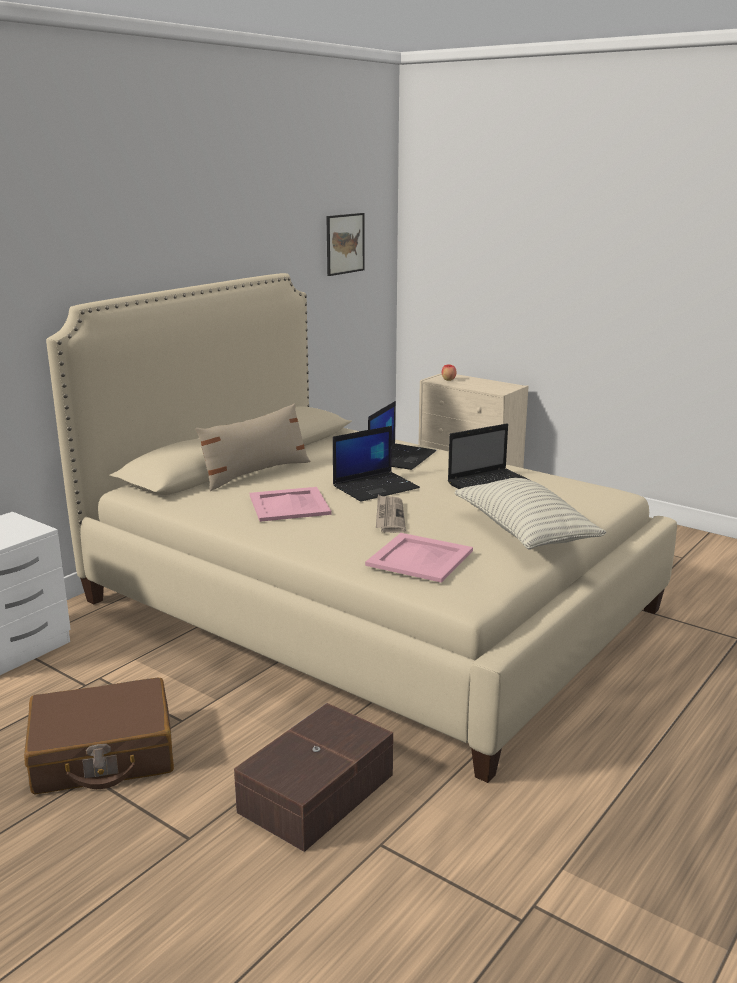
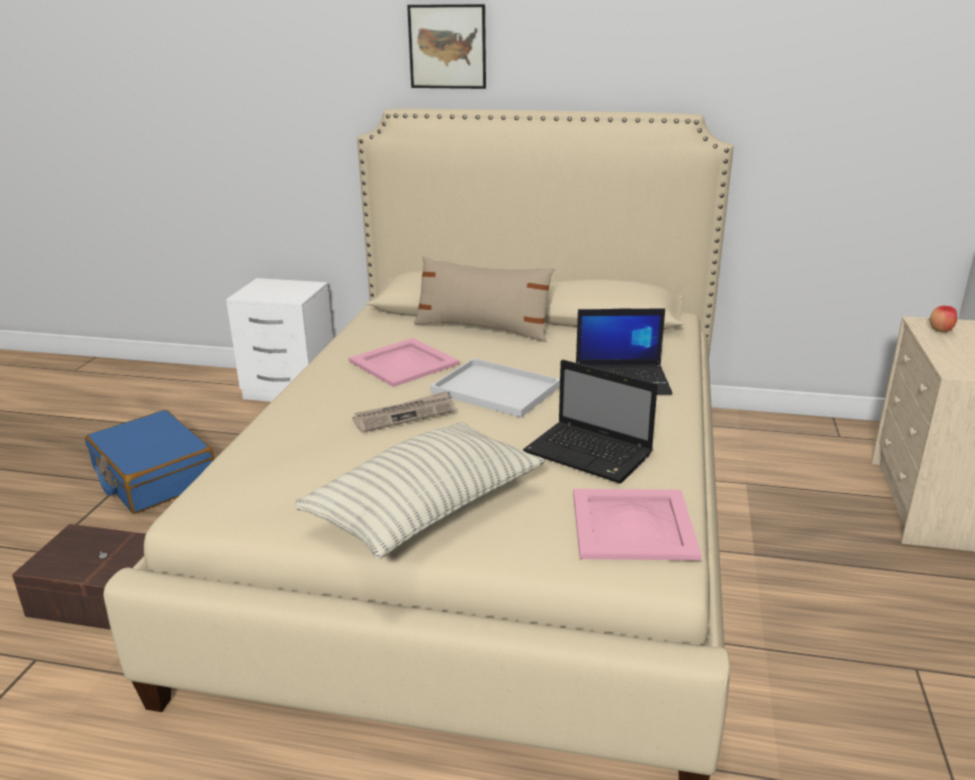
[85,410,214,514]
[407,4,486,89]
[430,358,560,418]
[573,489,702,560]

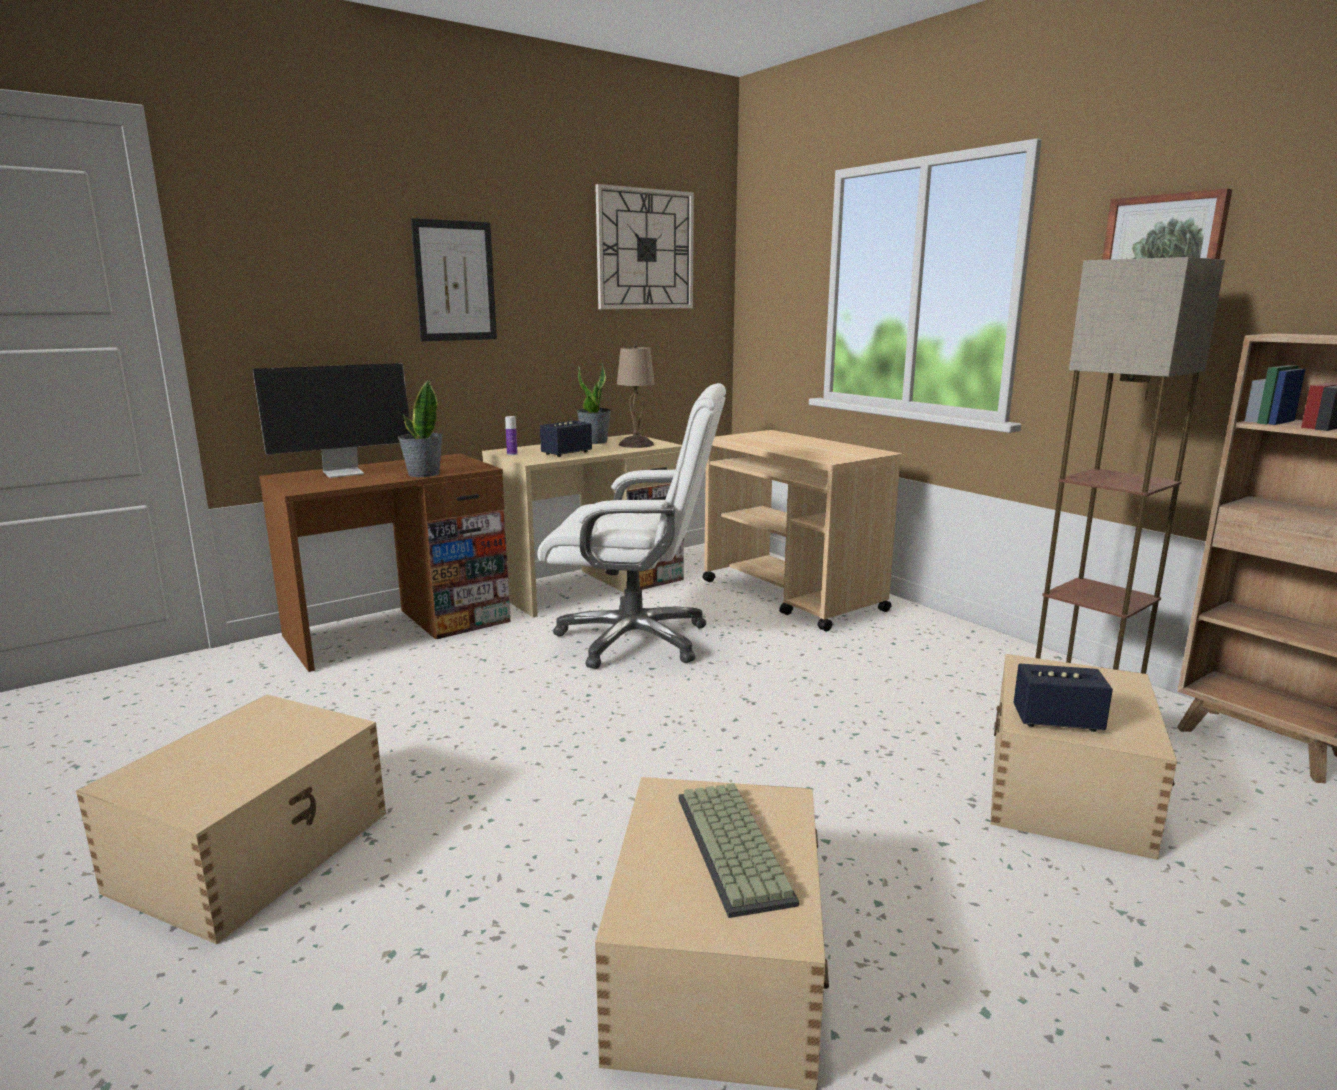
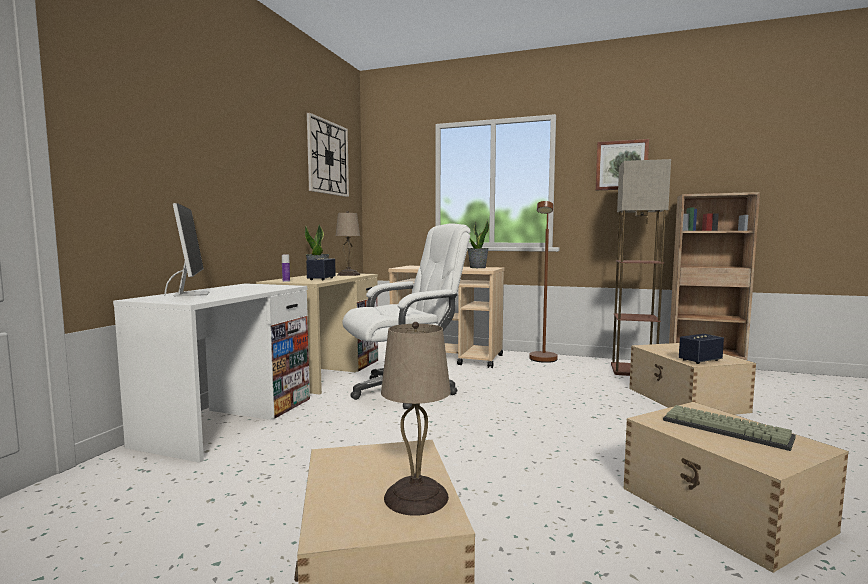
[113,283,310,463]
[164,203,210,296]
[381,322,451,516]
[468,220,489,268]
[529,201,557,363]
[411,218,497,341] (first image)

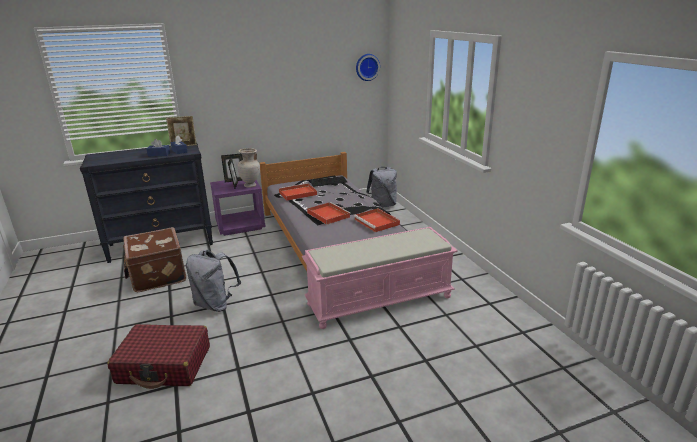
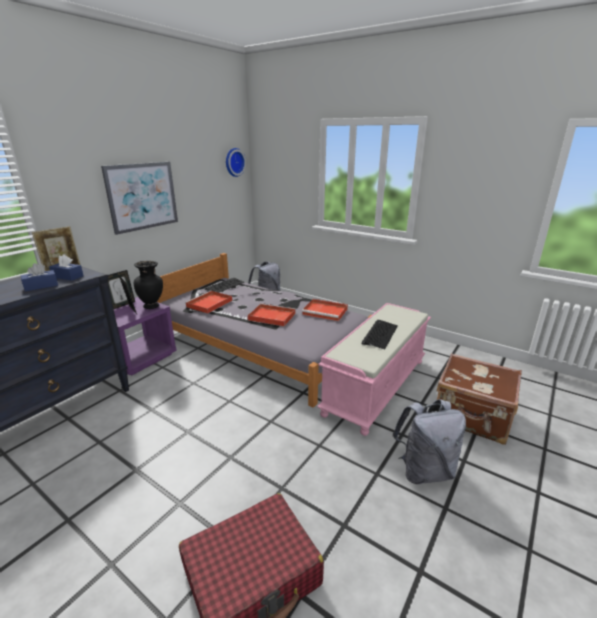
[101,162,178,235]
[134,261,163,309]
[362,320,398,349]
[392,399,466,484]
[437,353,522,445]

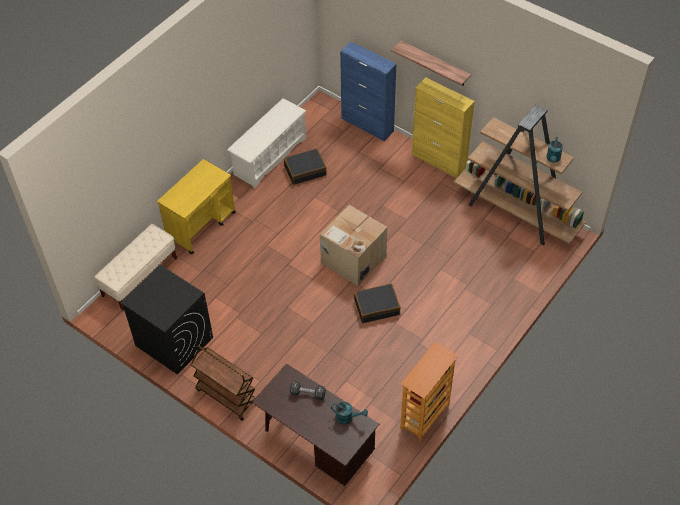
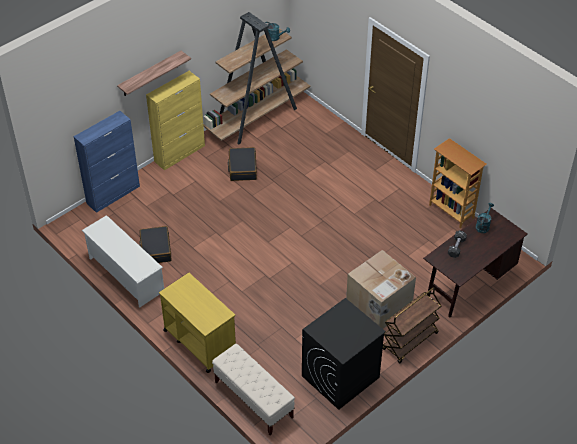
[227,147,257,181]
[346,250,416,329]

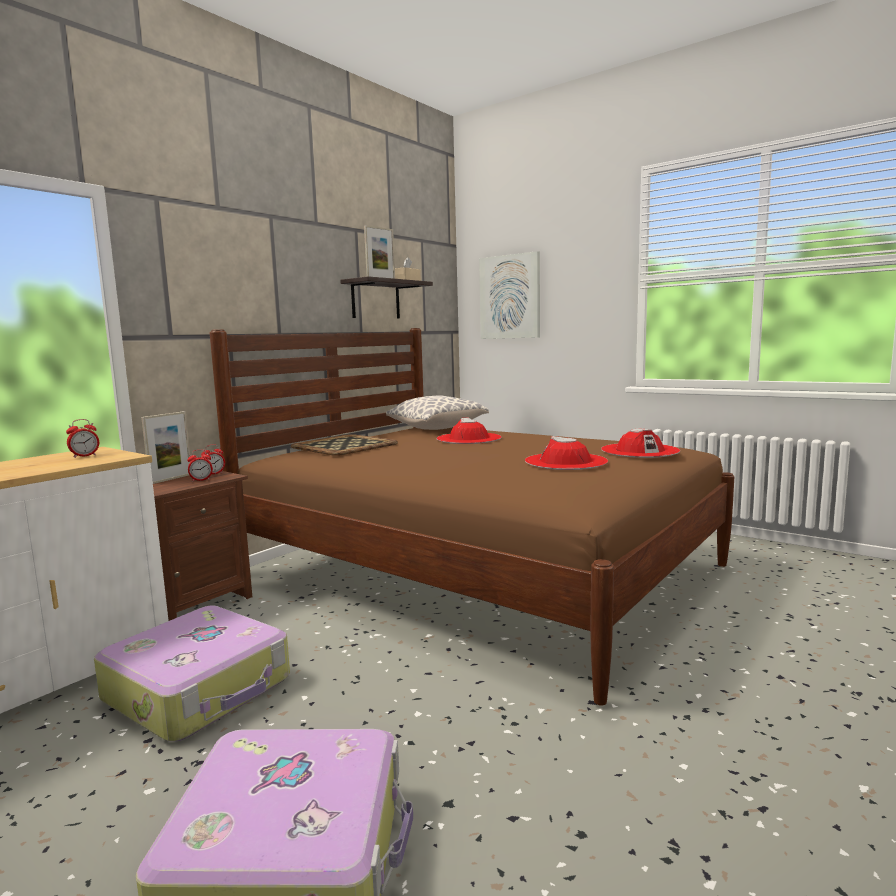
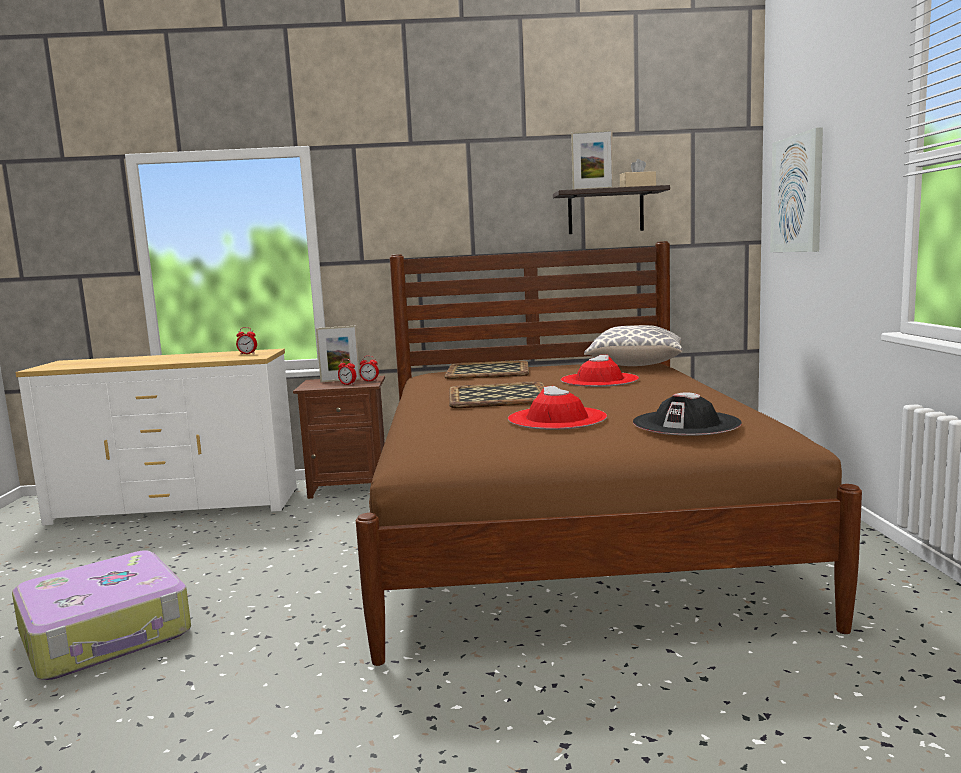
[449,381,545,408]
[633,392,742,436]
[94,606,290,742] (first image)

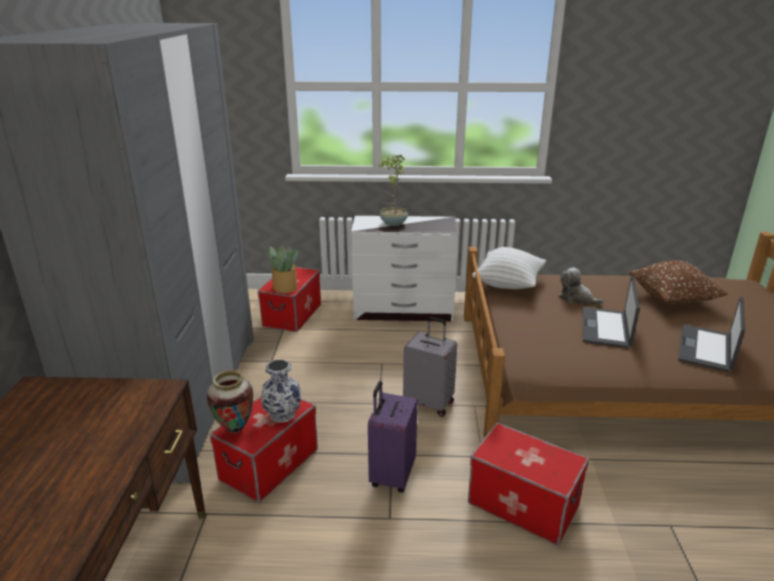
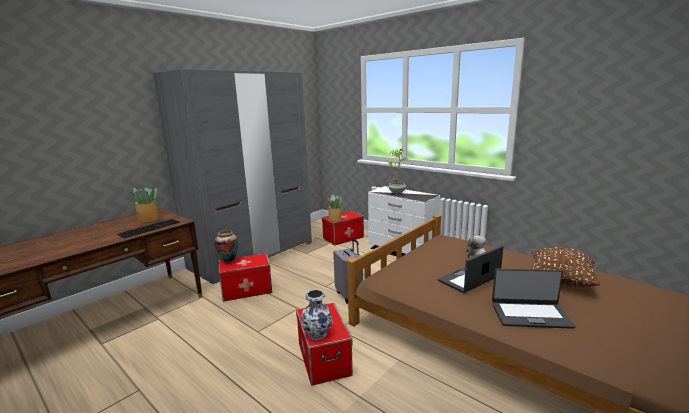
[117,219,180,238]
[129,187,159,222]
[301,290,332,340]
[492,269,575,329]
[368,381,418,492] (first image)
[472,247,546,289] (first image)

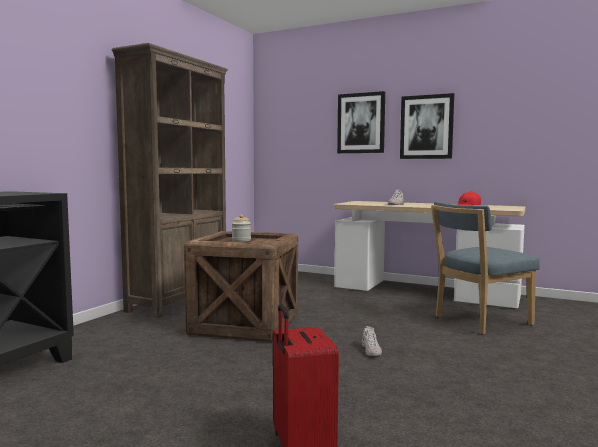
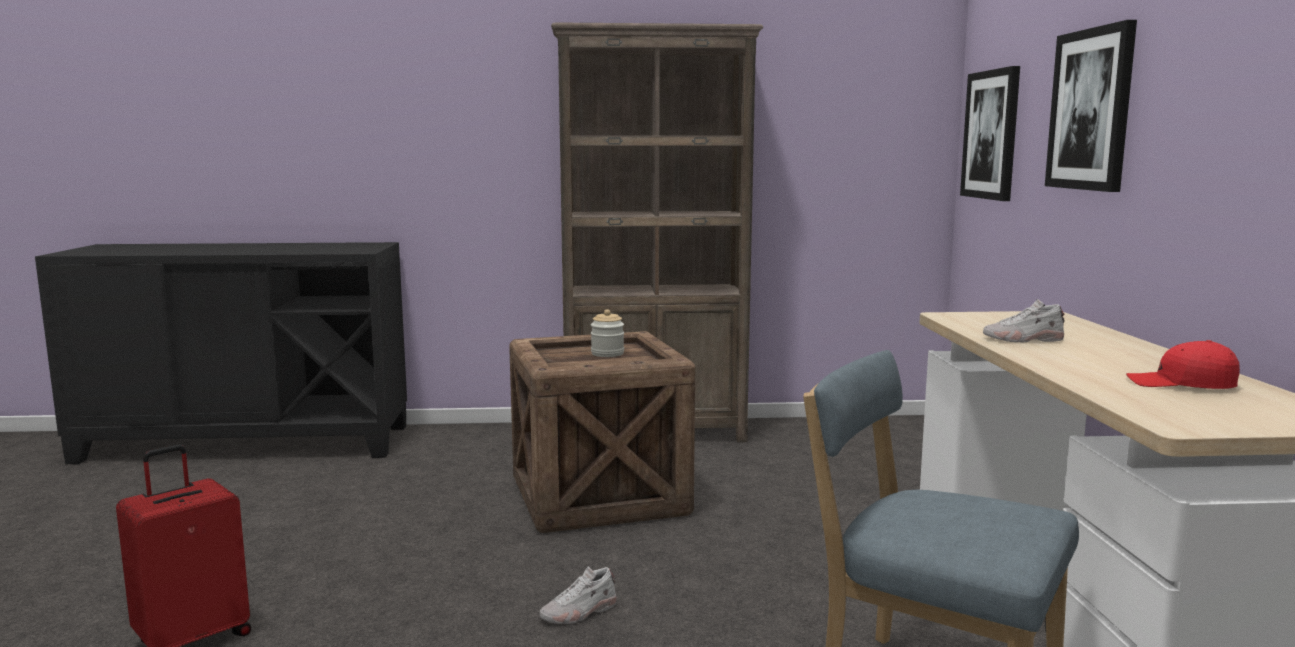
[960,66,1020,201]

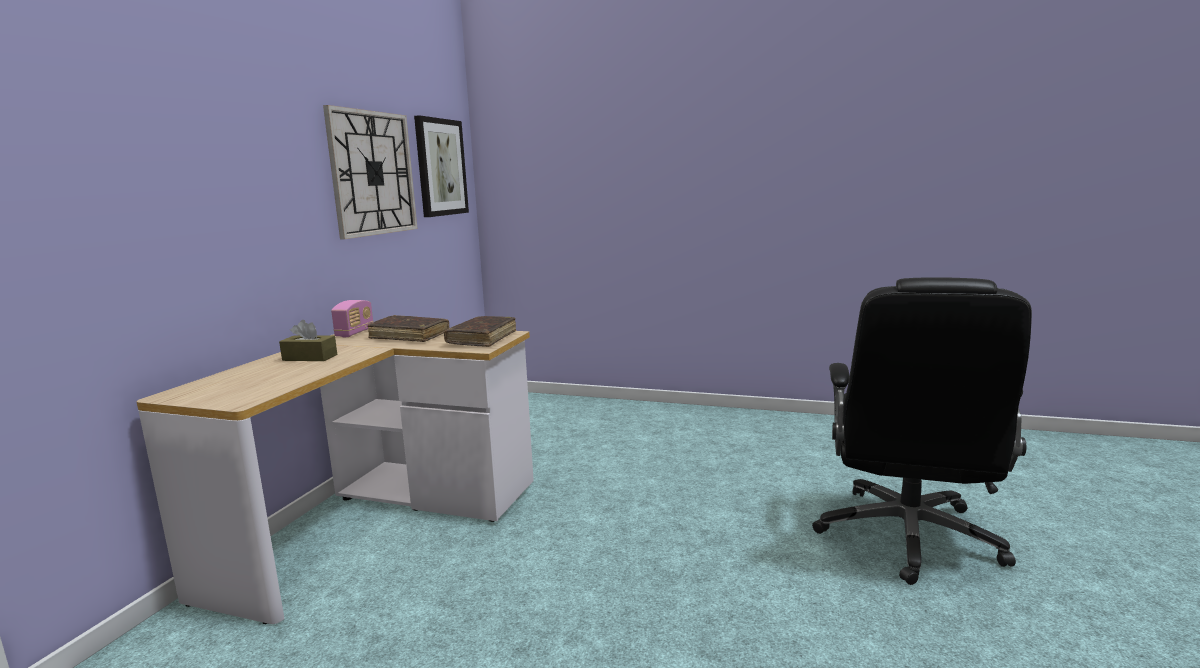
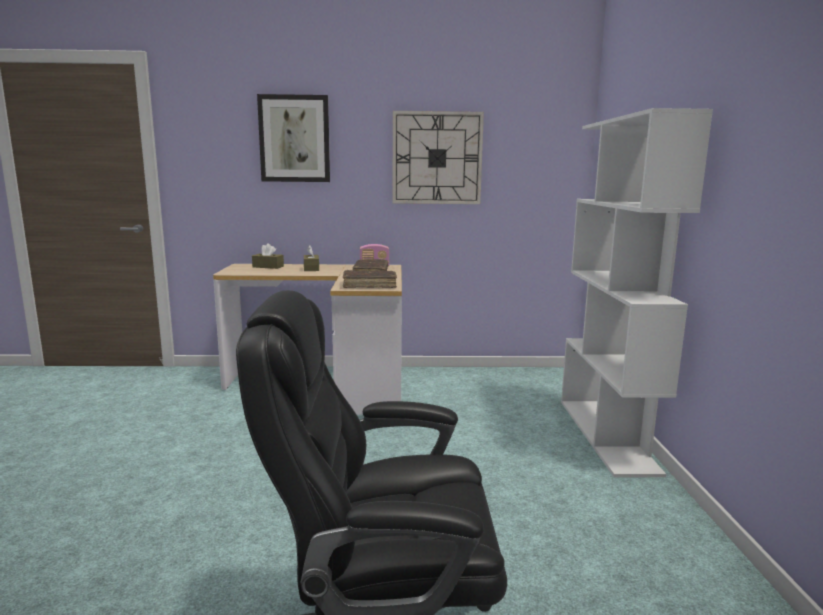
[252,243,284,269]
[257,94,330,182]
[561,108,713,477]

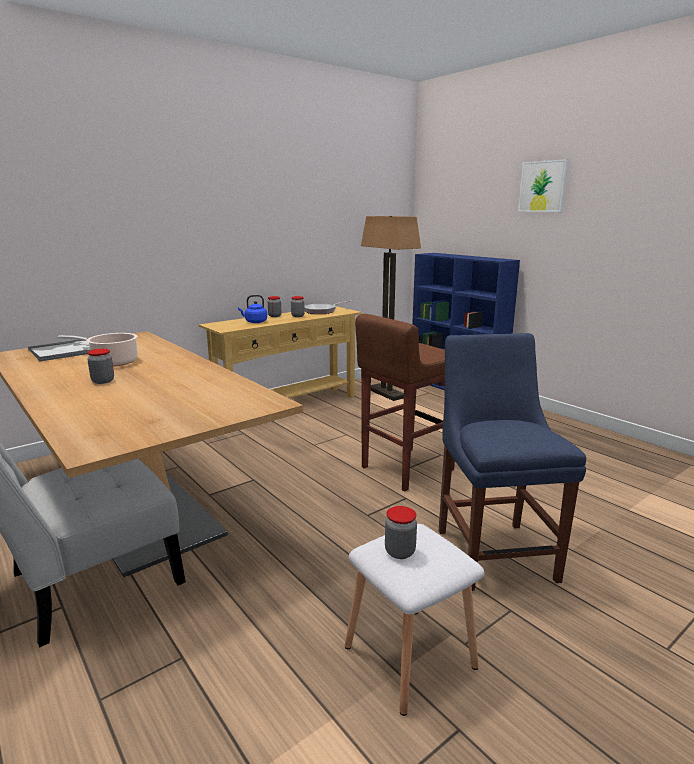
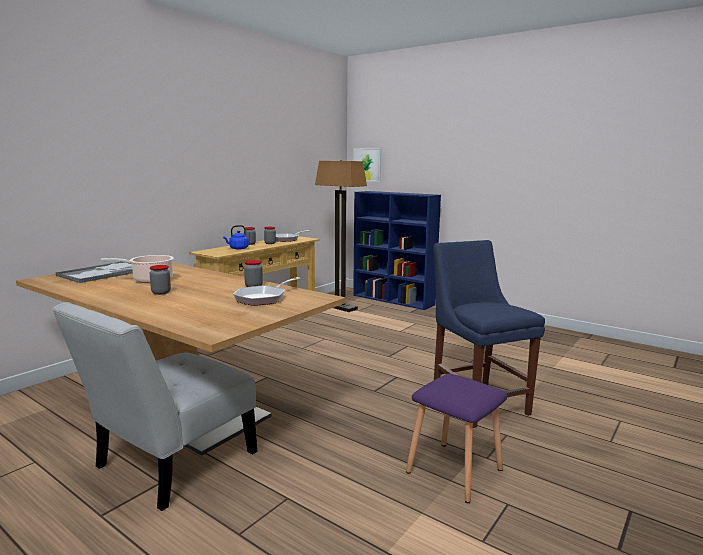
[233,277,301,306]
[244,260,263,287]
[354,148,381,182]
[406,374,507,503]
[355,314,455,491] (first image)

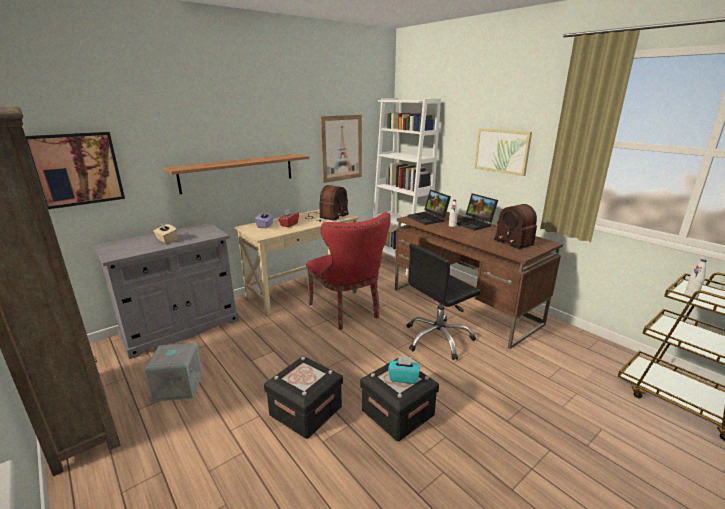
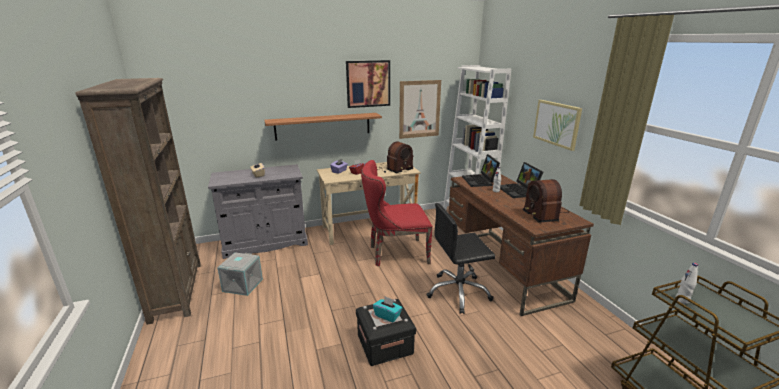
[346,60,390,108]
[361,160,433,266]
[264,356,343,439] (first image)

